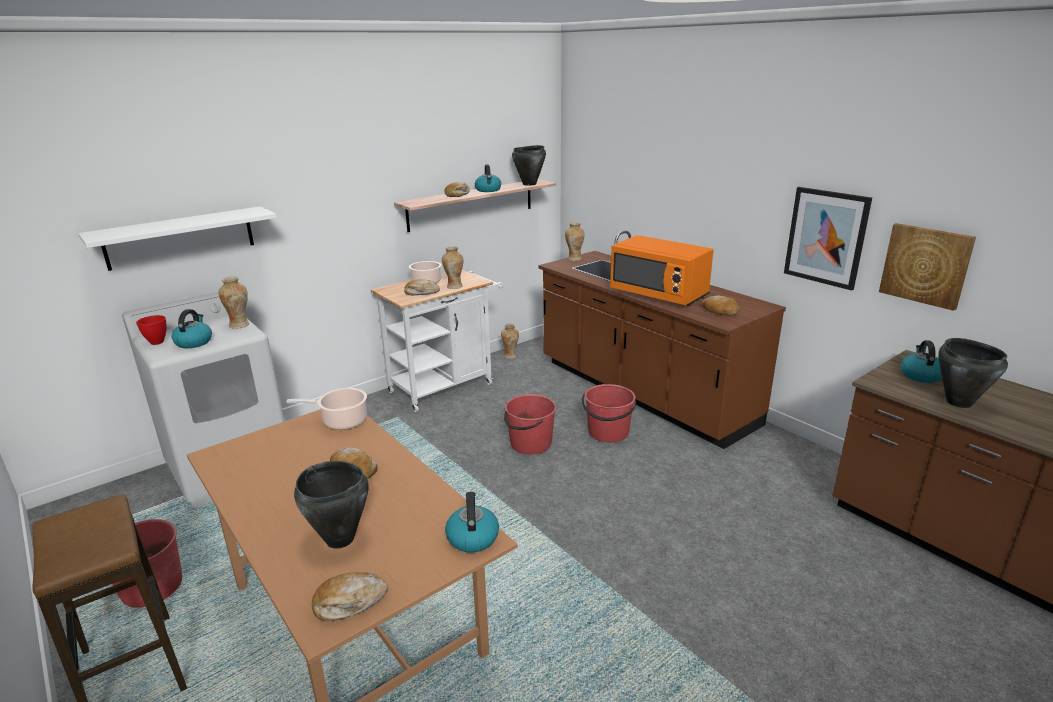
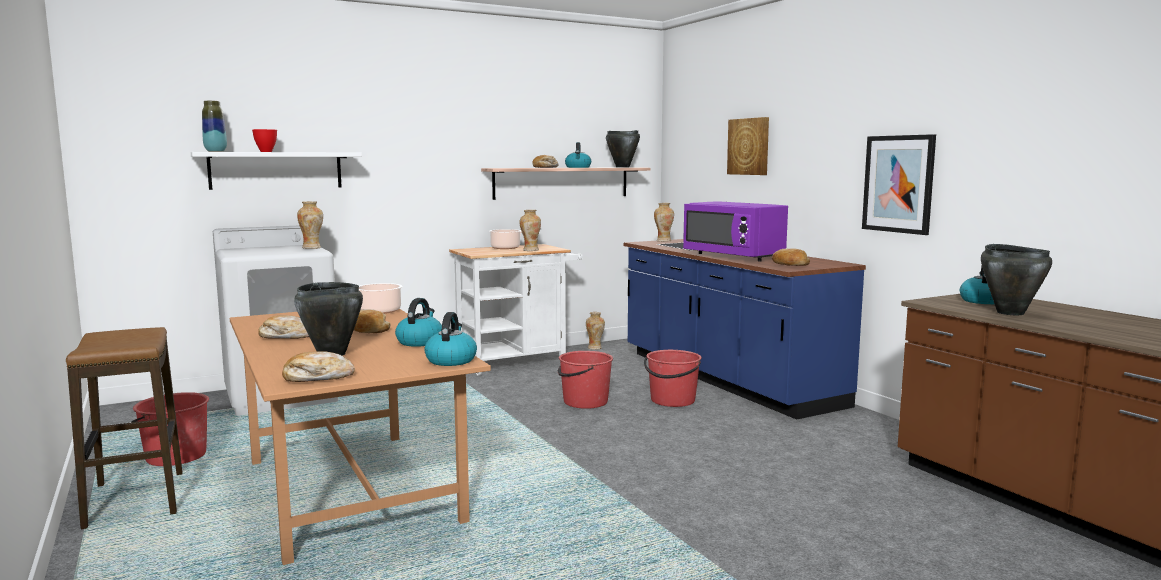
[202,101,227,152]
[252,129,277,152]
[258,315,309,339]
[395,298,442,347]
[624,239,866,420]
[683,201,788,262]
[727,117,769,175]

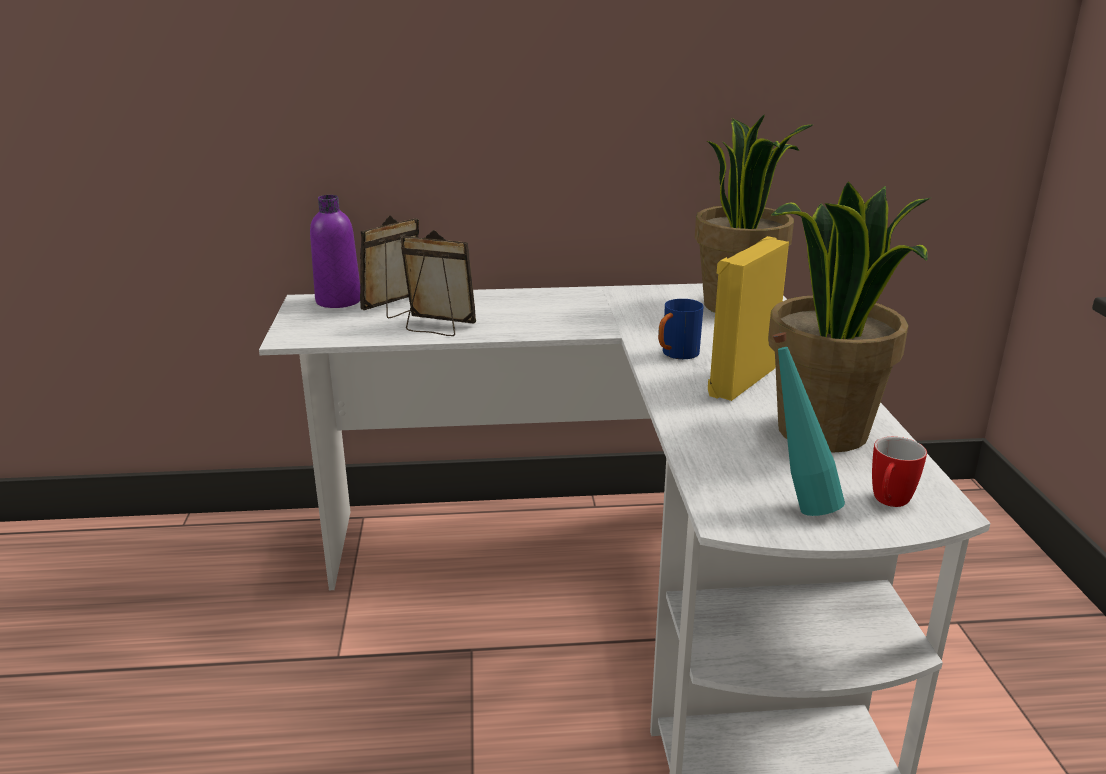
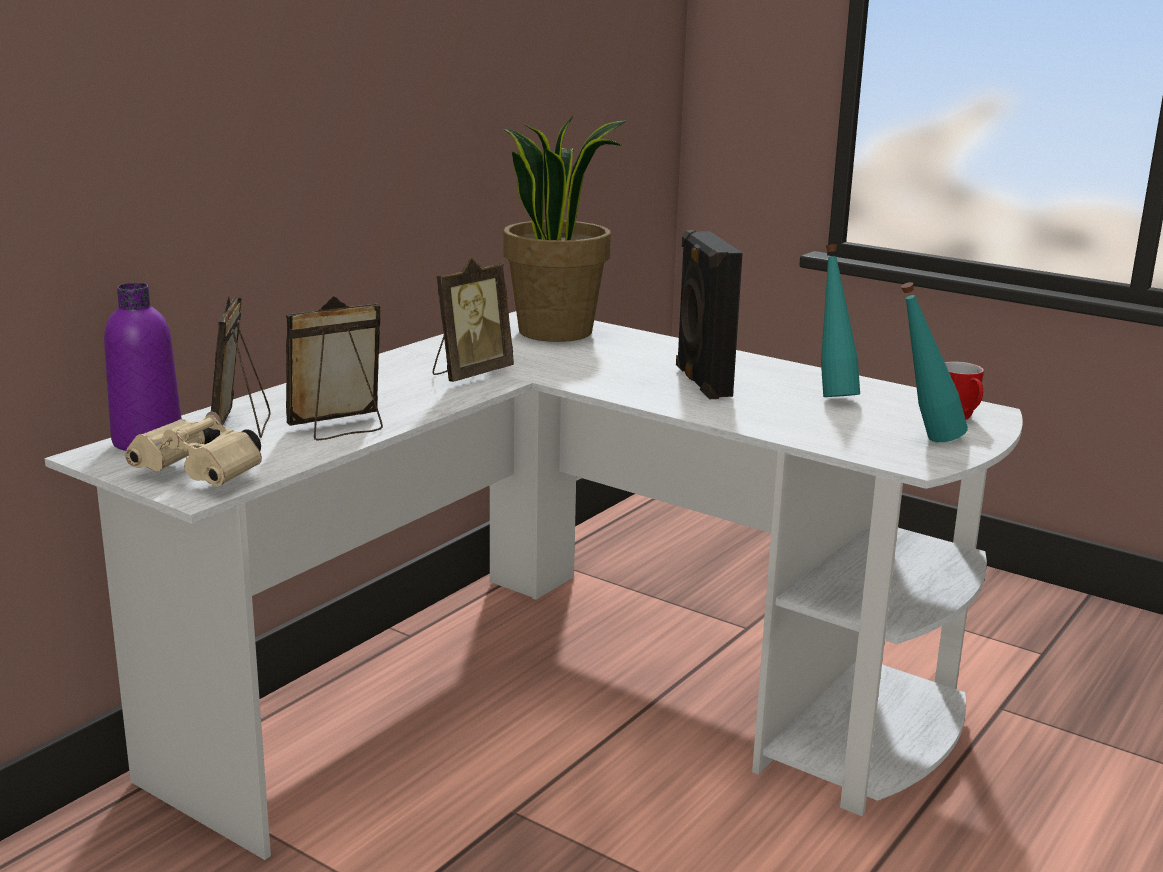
[125,412,262,487]
[433,258,514,382]
[676,230,743,399]
[821,244,860,397]
[658,299,704,359] (first image)

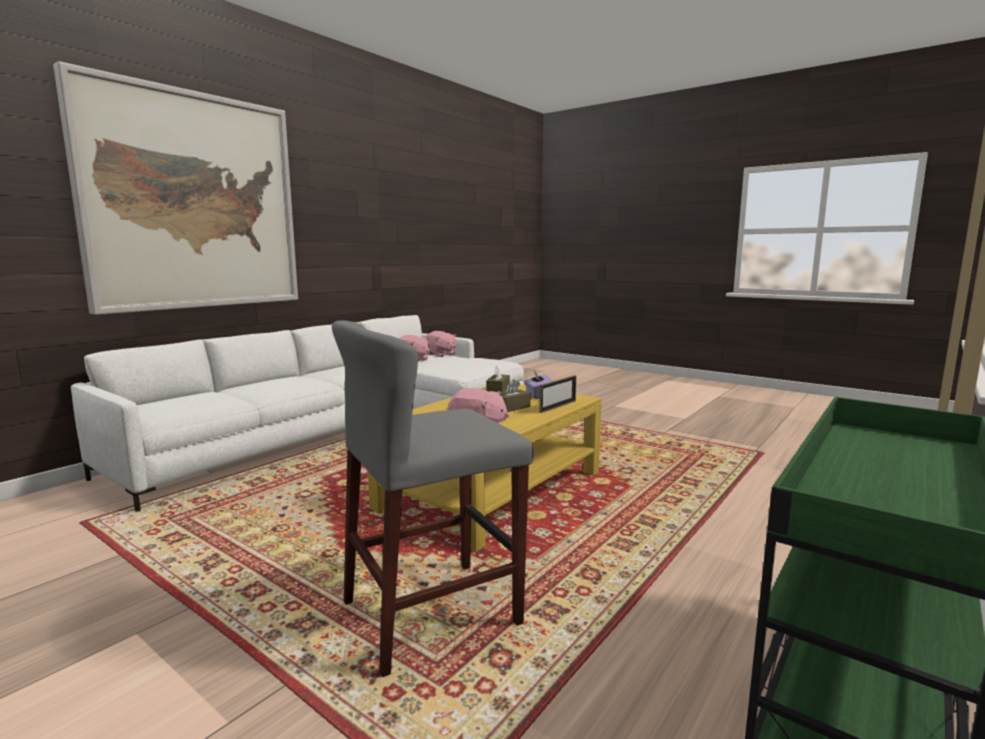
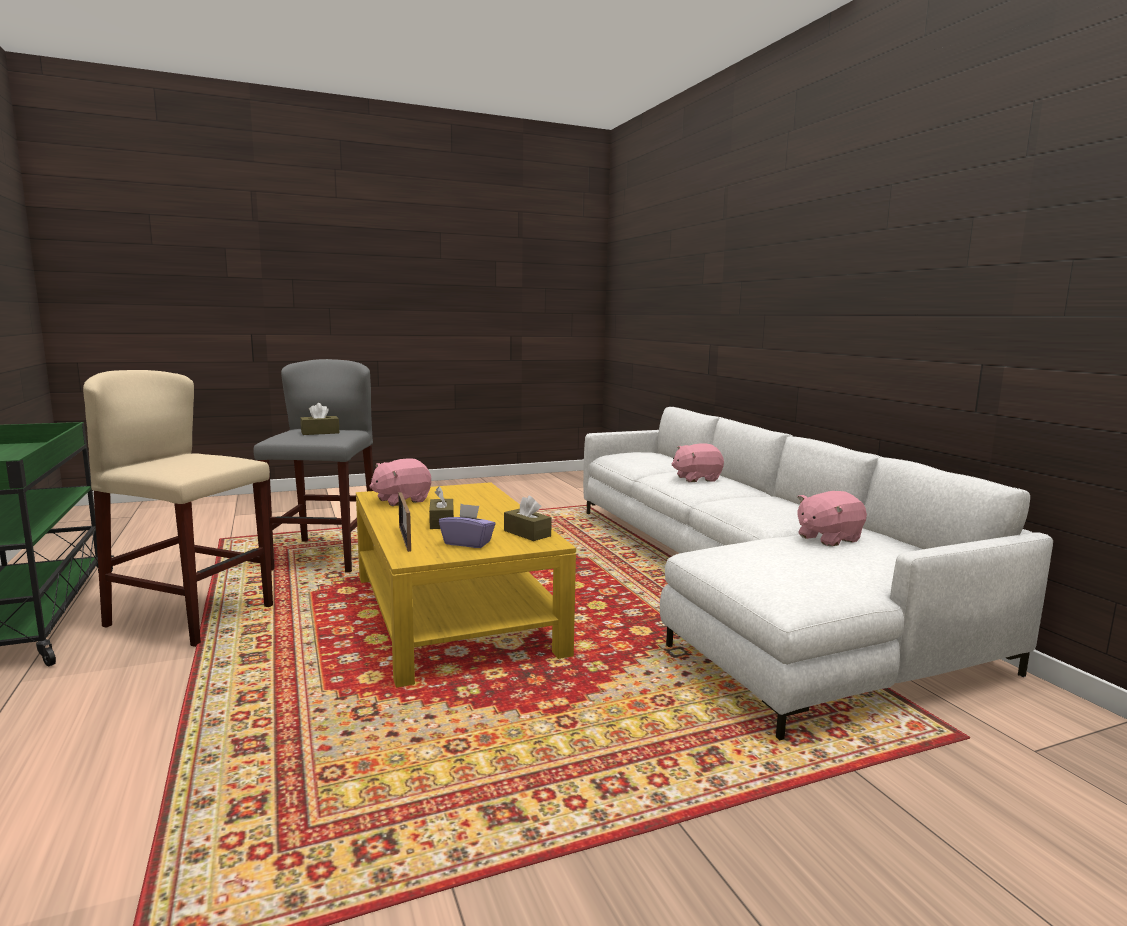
[83,370,273,647]
[300,403,339,435]
[672,444,724,482]
[53,61,298,315] (first image)

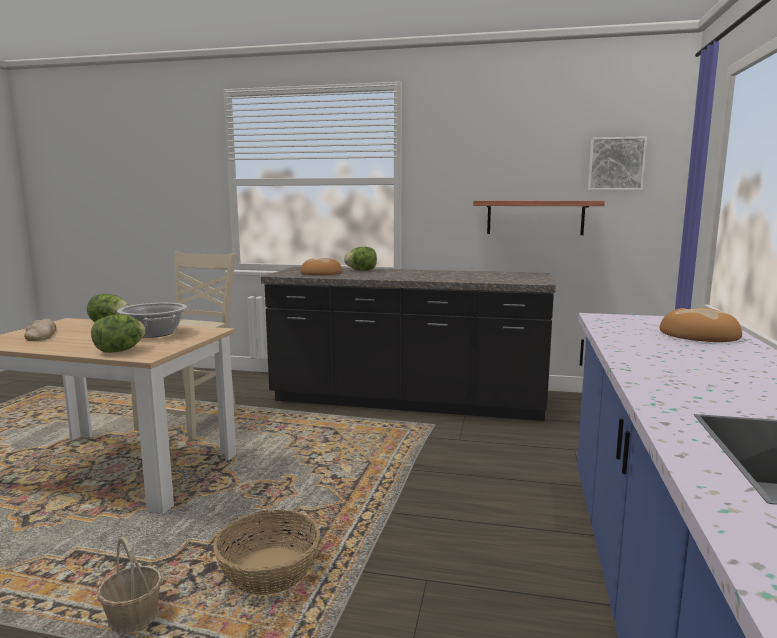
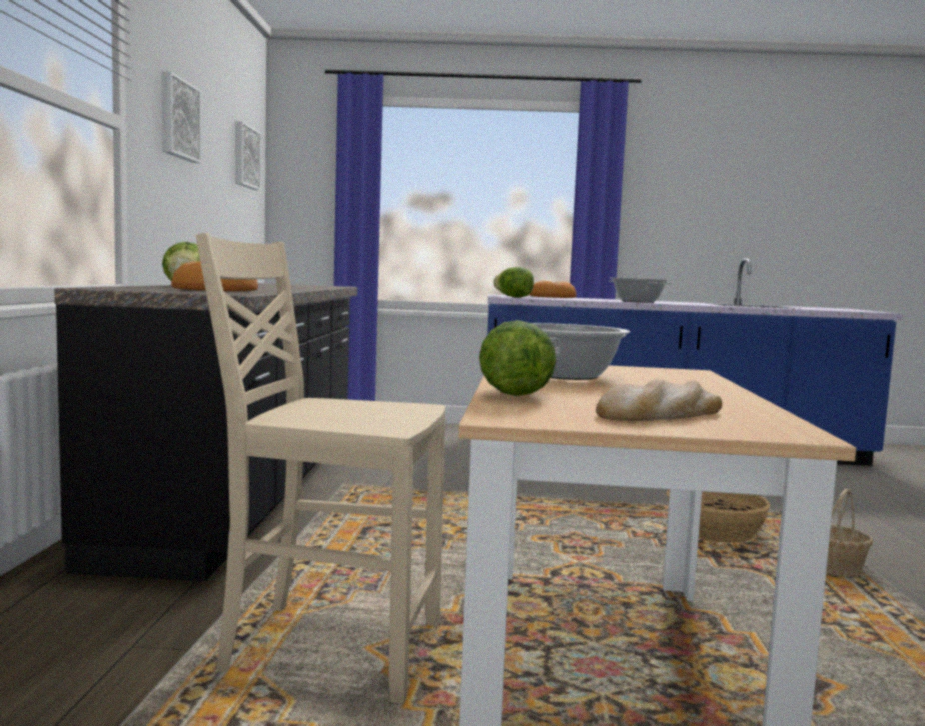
[162,71,201,163]
[493,267,534,298]
[609,277,672,303]
[473,201,605,235] (first image)

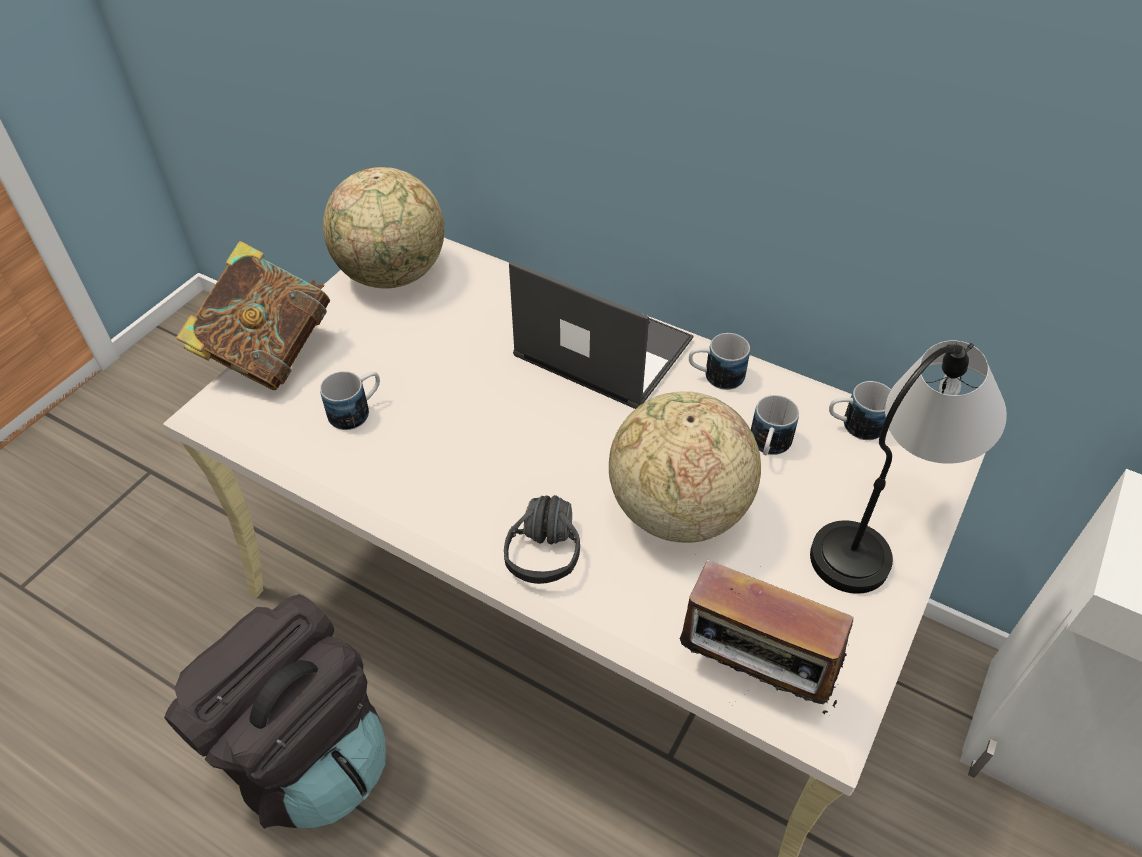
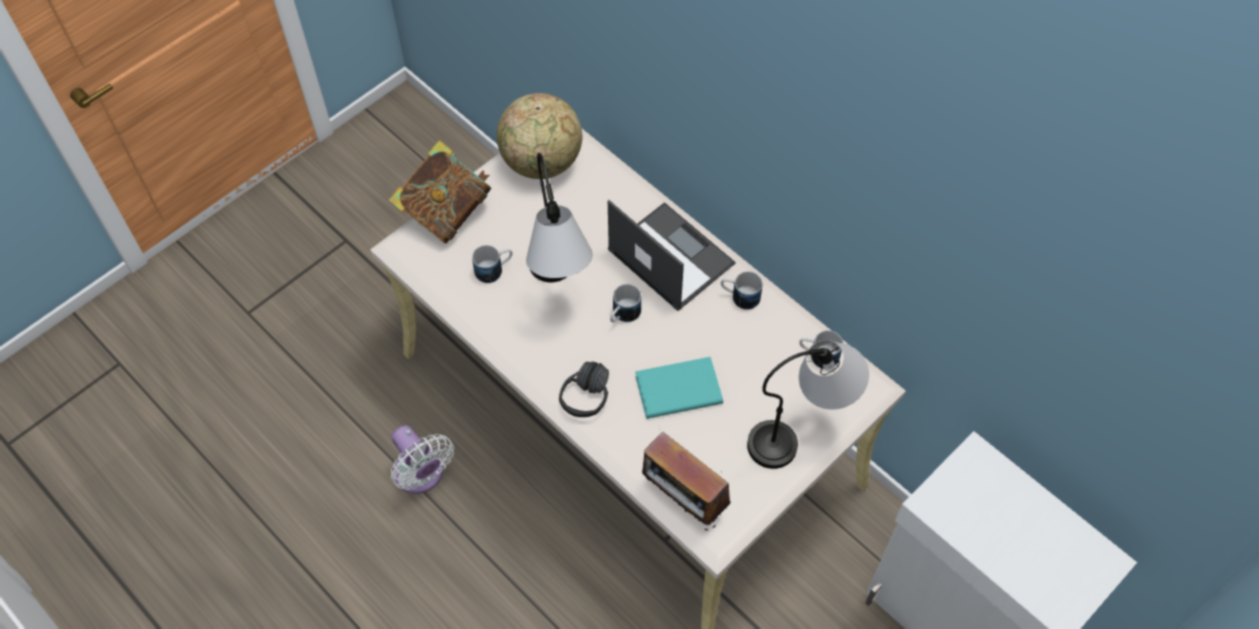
[391,425,454,494]
[526,153,593,282]
[610,284,641,322]
[635,357,723,419]

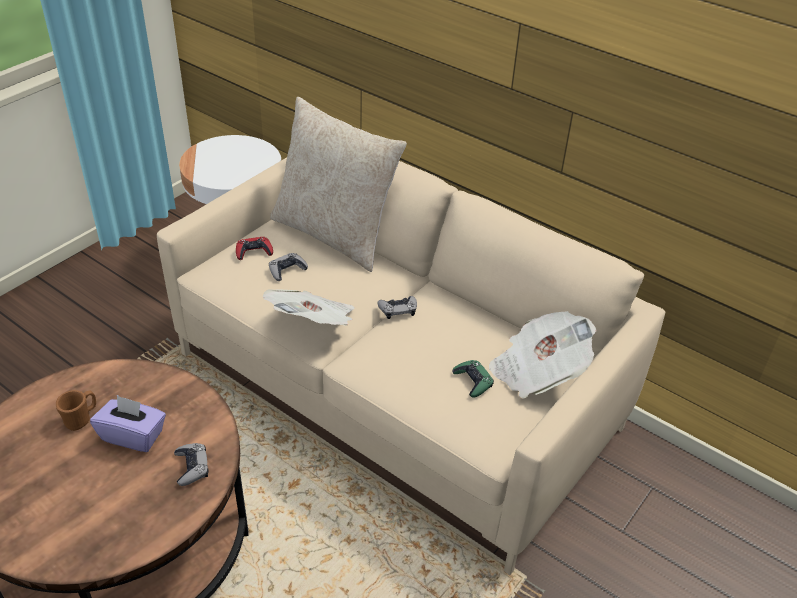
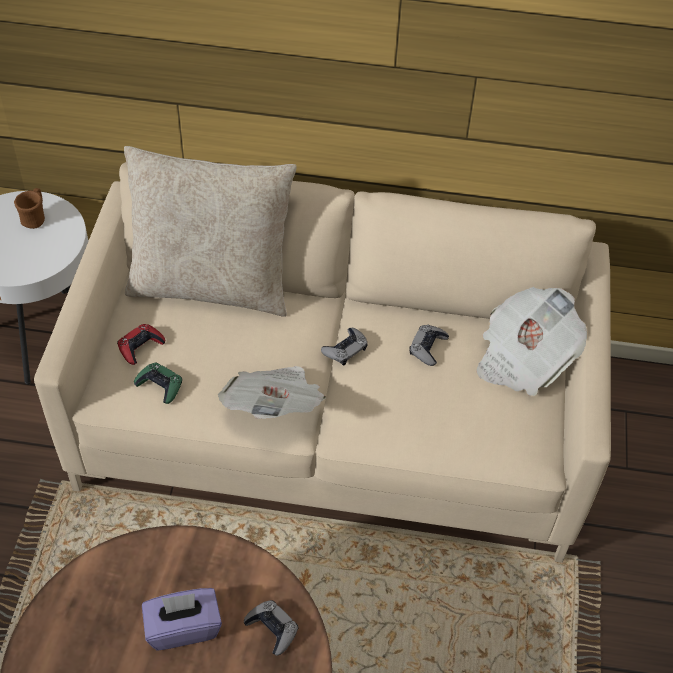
[14,188,45,229]
[134,363,182,404]
[409,325,449,366]

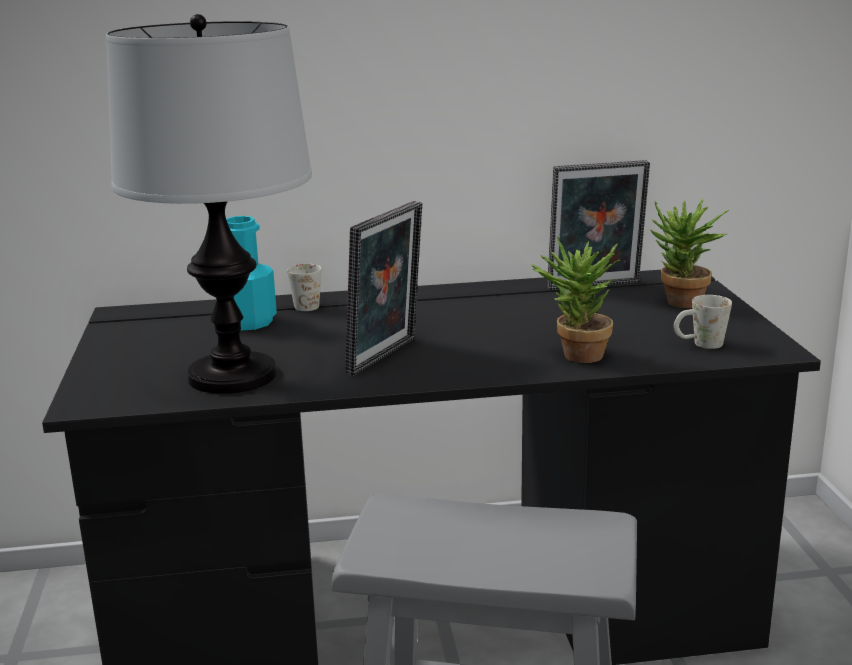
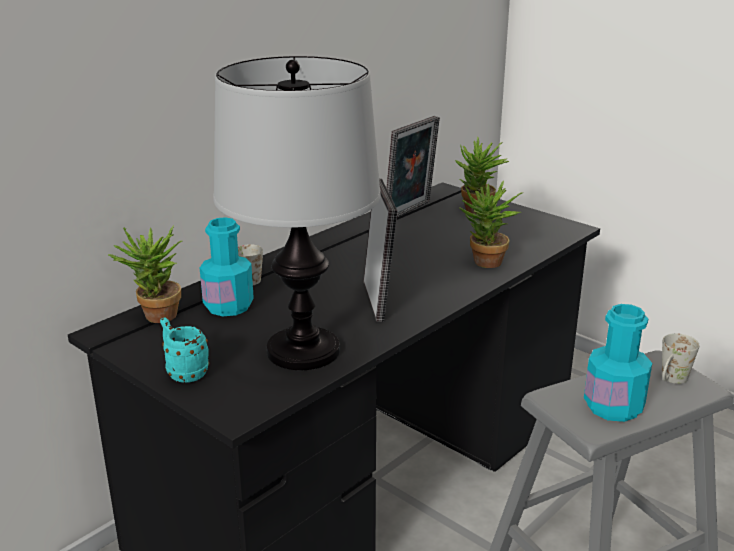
[108,225,182,323]
[160,317,209,383]
[584,304,652,422]
[662,333,699,384]

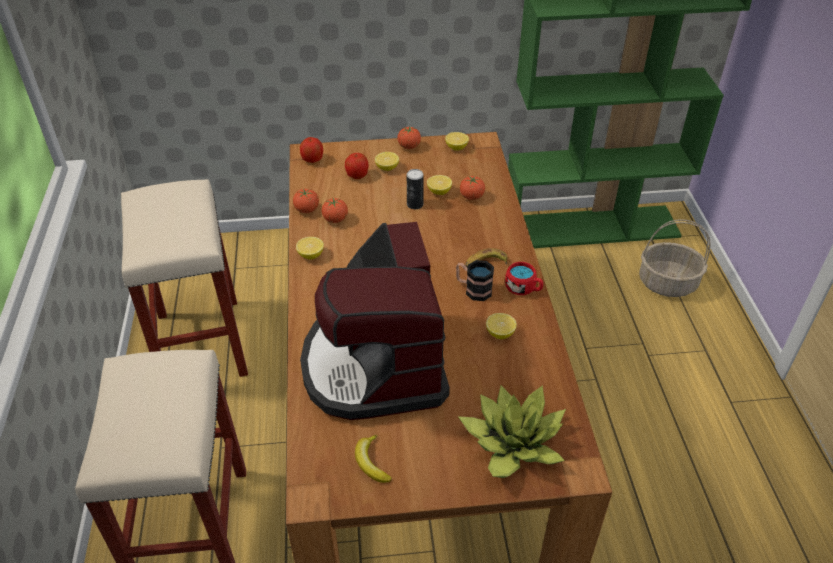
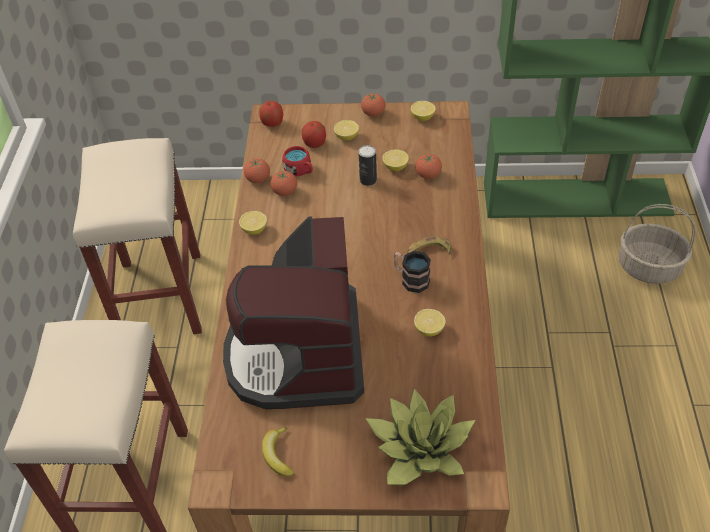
[282,146,313,176]

